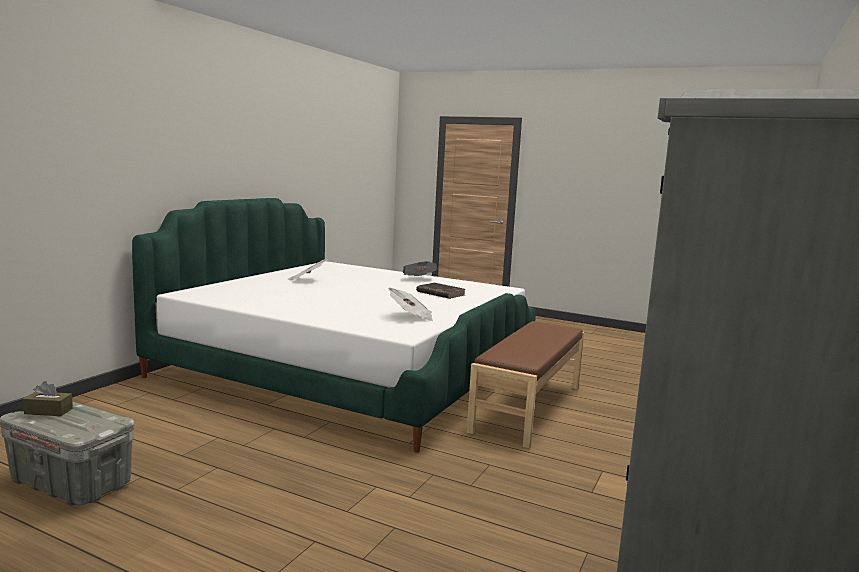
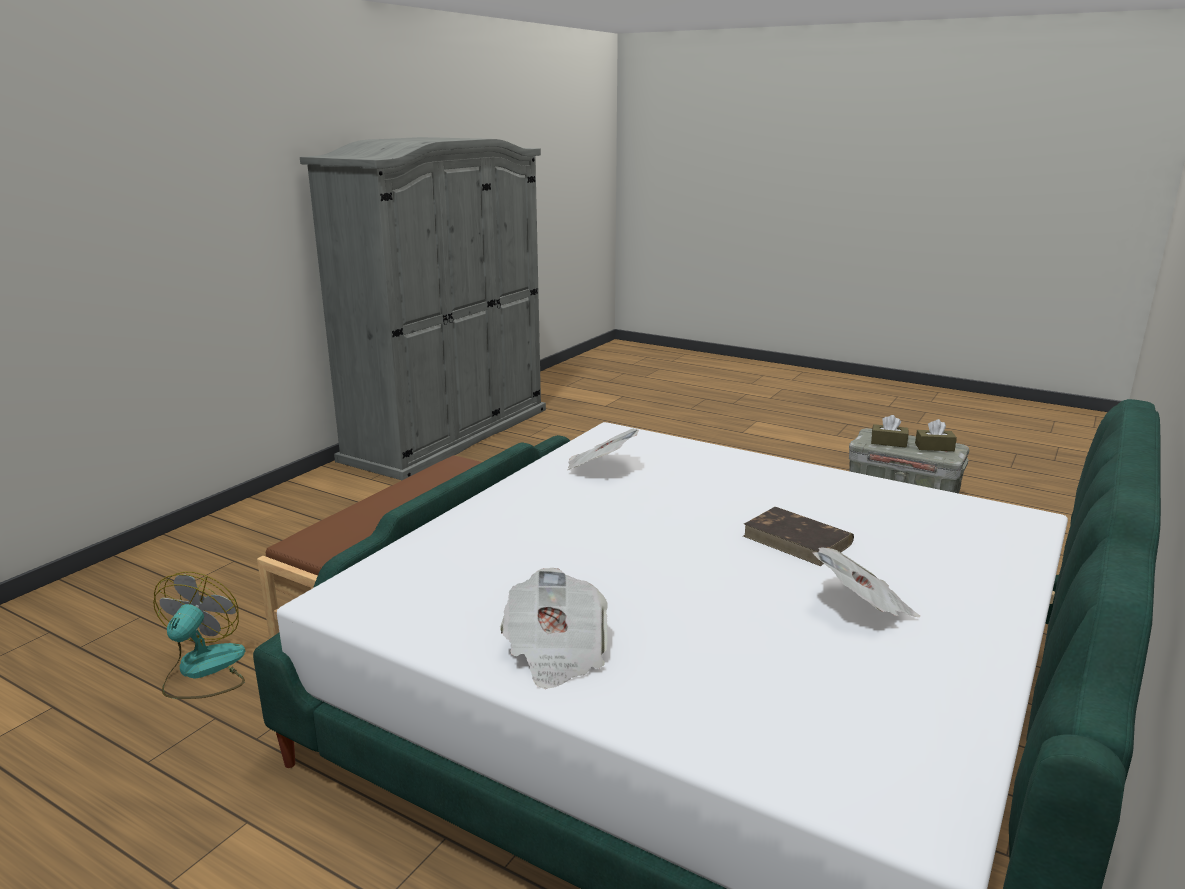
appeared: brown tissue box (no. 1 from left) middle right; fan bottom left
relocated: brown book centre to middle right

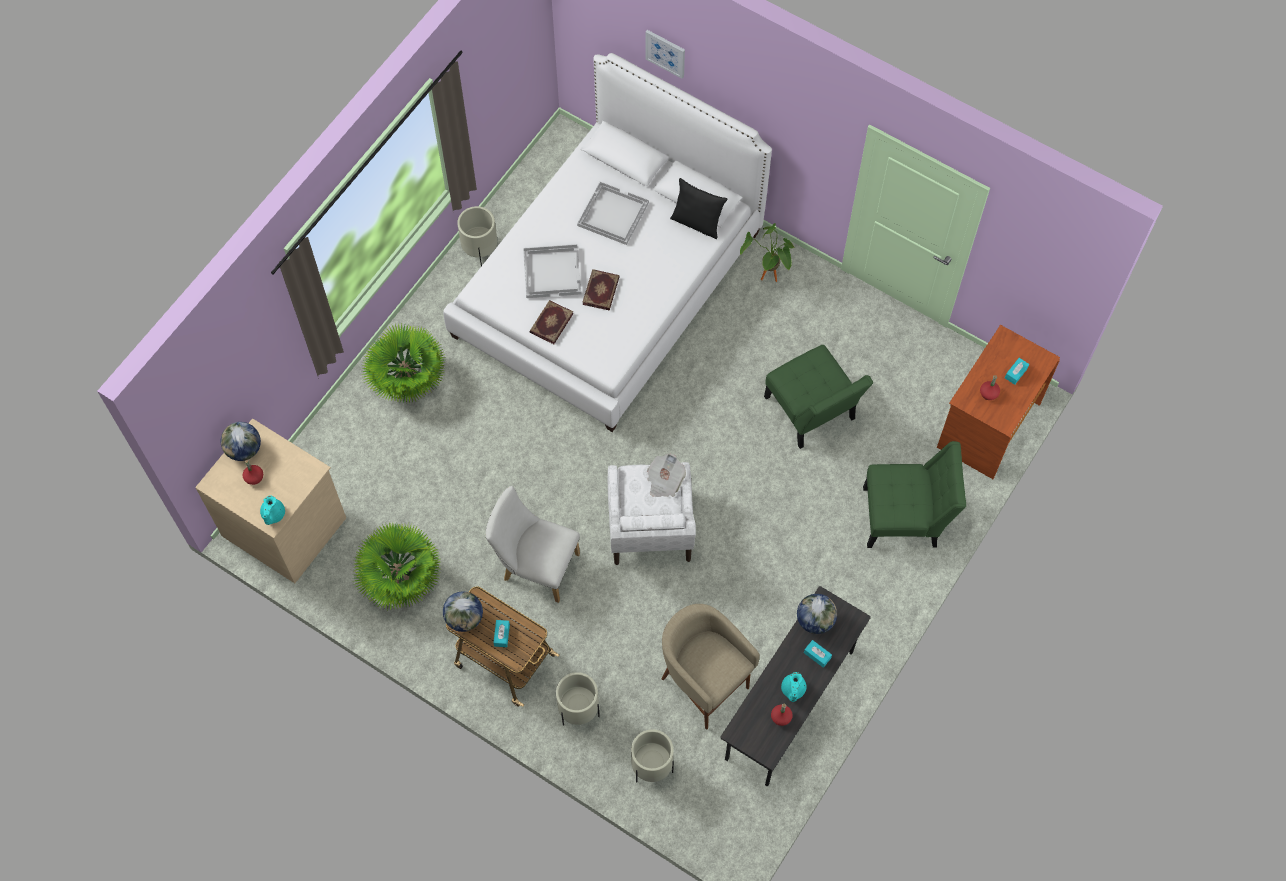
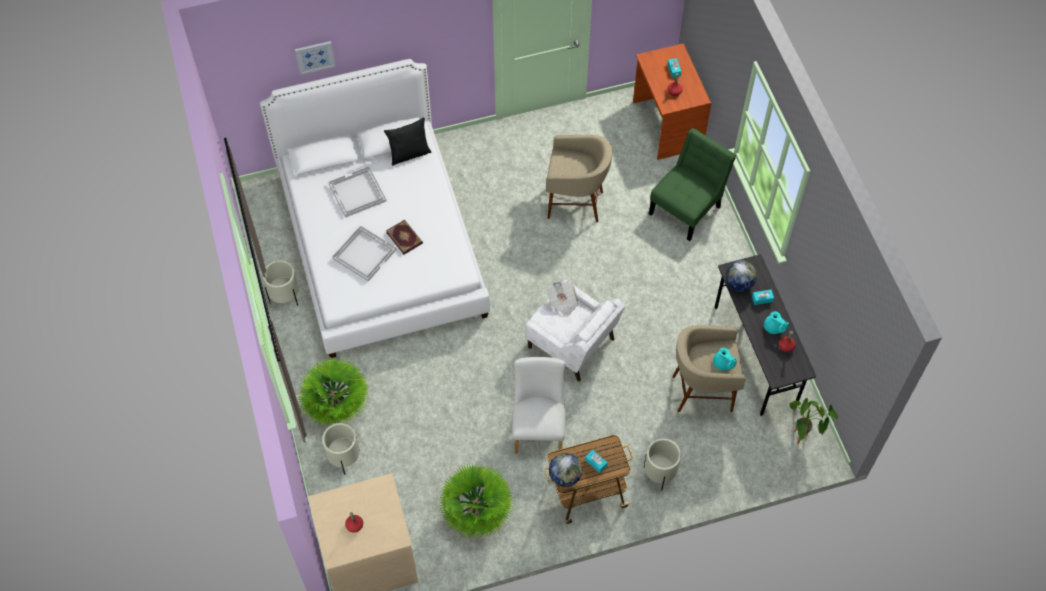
missing: book (no. 1 from left) centre; globe (no. 1 from left) middle left
relocated: potted plant (no. 3 from left) top centre to bottom right; turquoise teapot (no. 1 from left) middle left to middle right; beige planter (no. 3 from left in the first image) bottom centre to beige planter (no. 2 from left) bottom left
exchanged: green chair (no. 1 from left) centre to beige stool (no. 1 from left) top centre
spun: white chair centre = bottom centre 120 degrees clockwise

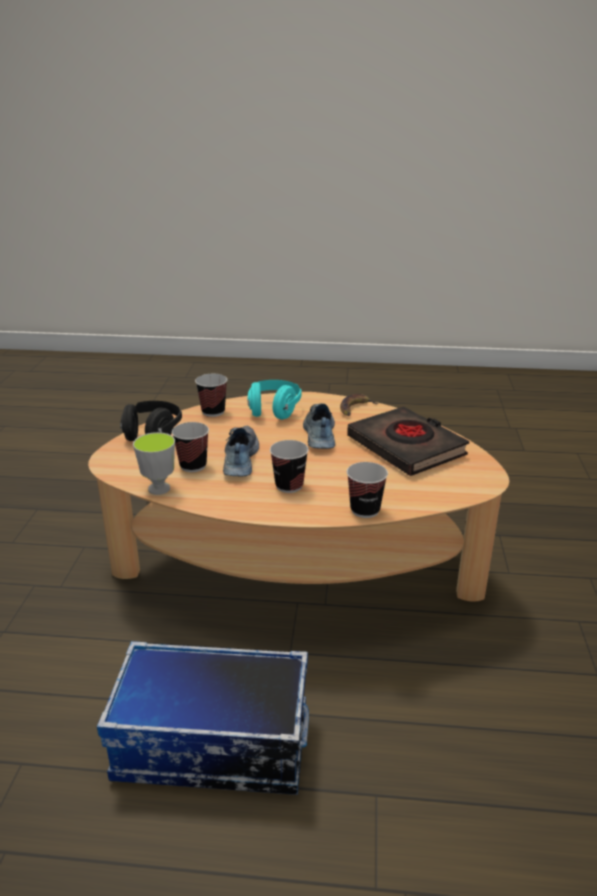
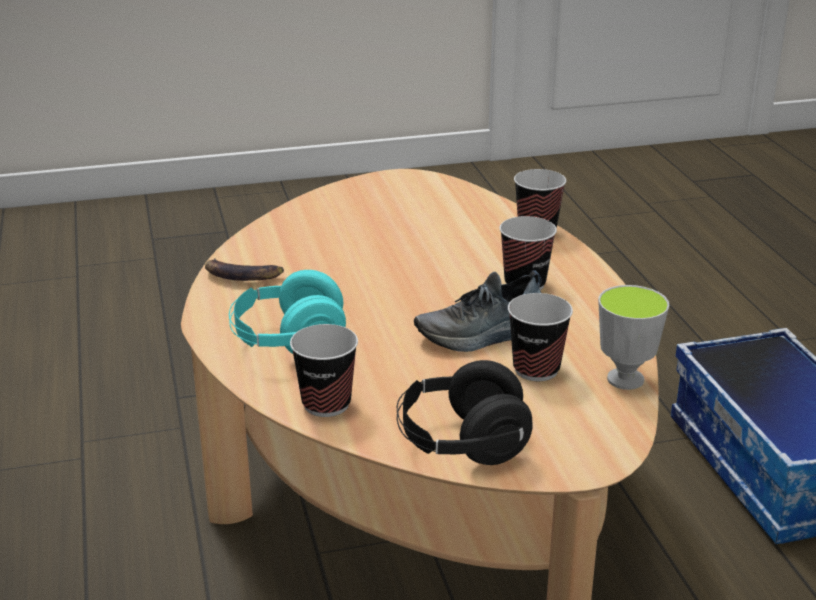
missing: shoe (no. 2 from left) centre; black book middle right

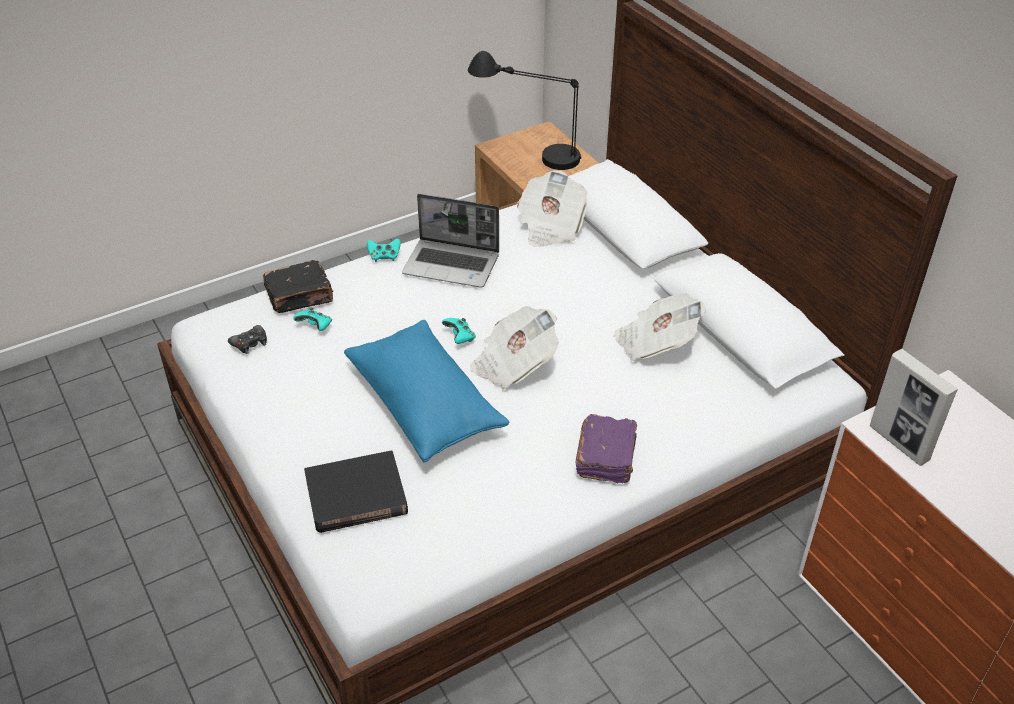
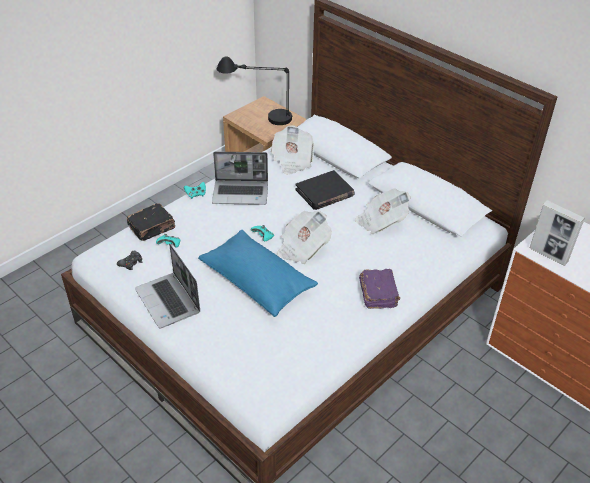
appeared: laptop (no. 1 from left) middle left
relocated: black book (no. 2 from left) bottom centre to centre

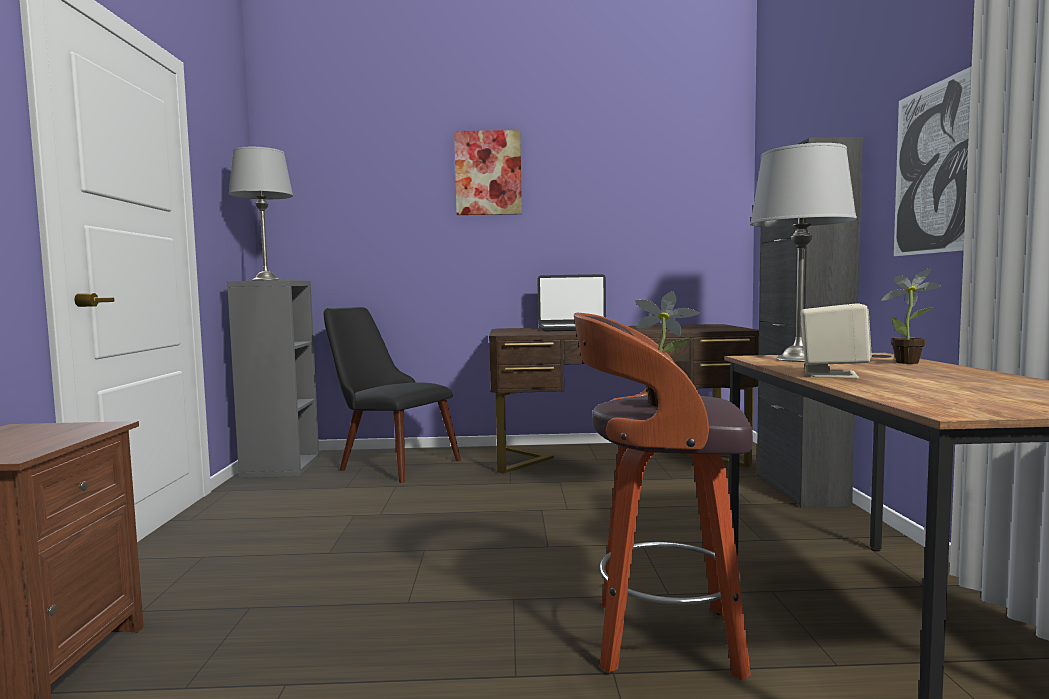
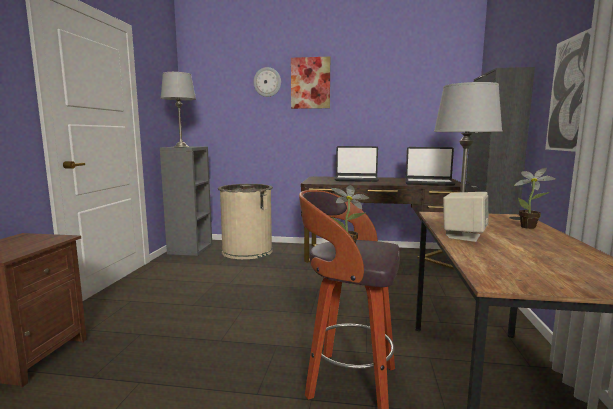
appeared: wall clock top centre; laptop (no. 2 from left) middle right
exchanged: black chair centre to beige trash can centre

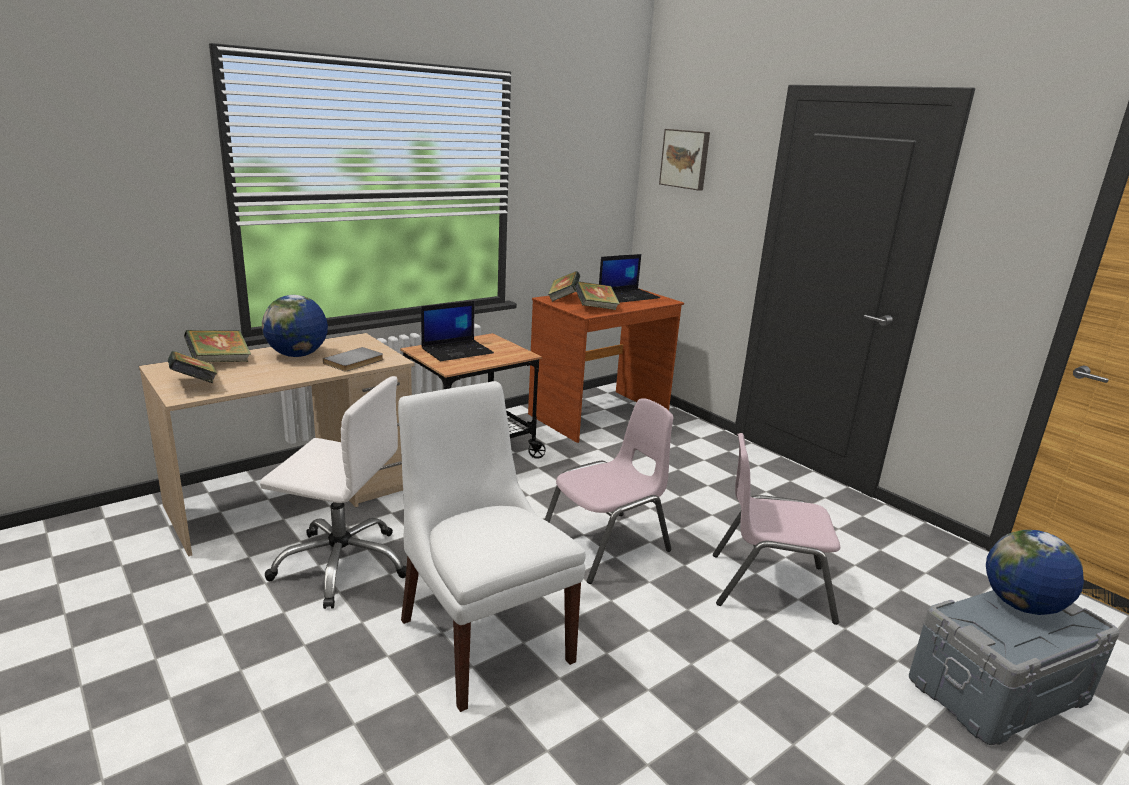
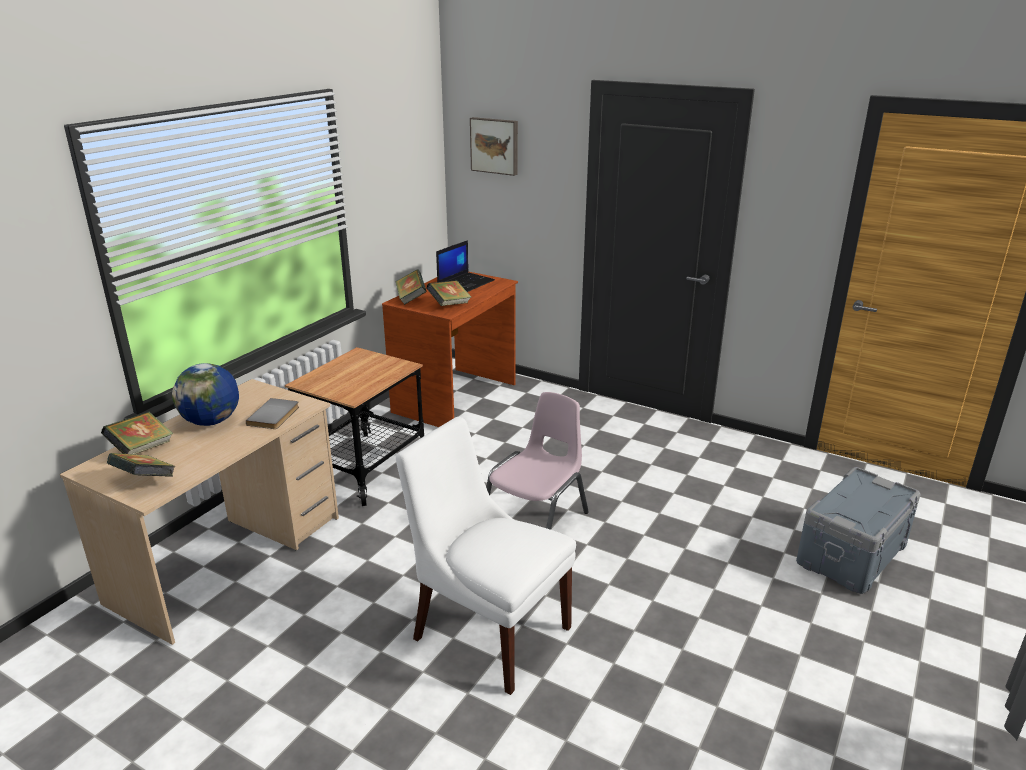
missing: laptop (no. 1 from left) centre; white office chair middle left; pink chair (no. 2 from left) bottom right; globe (no. 2 from left) bottom right

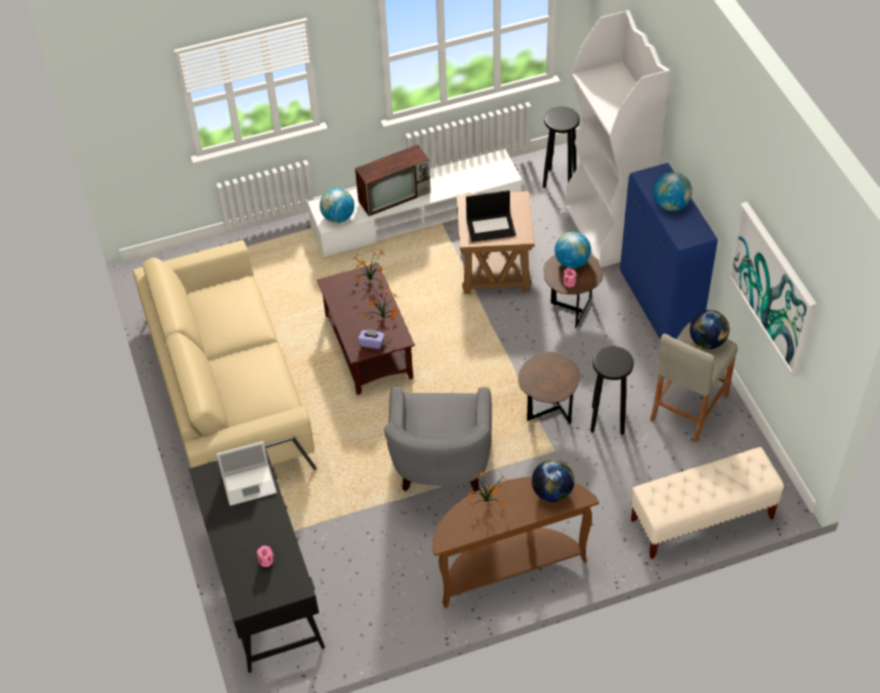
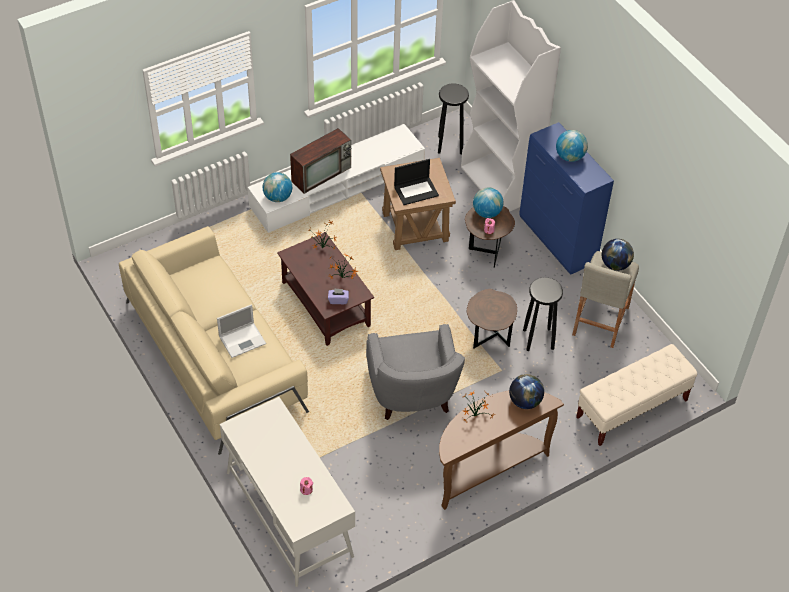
missing: picture middle right
relocated: laptop (no. 1 from left) bottom left to middle left
colour: black desk bottom left to white desk bottom centre

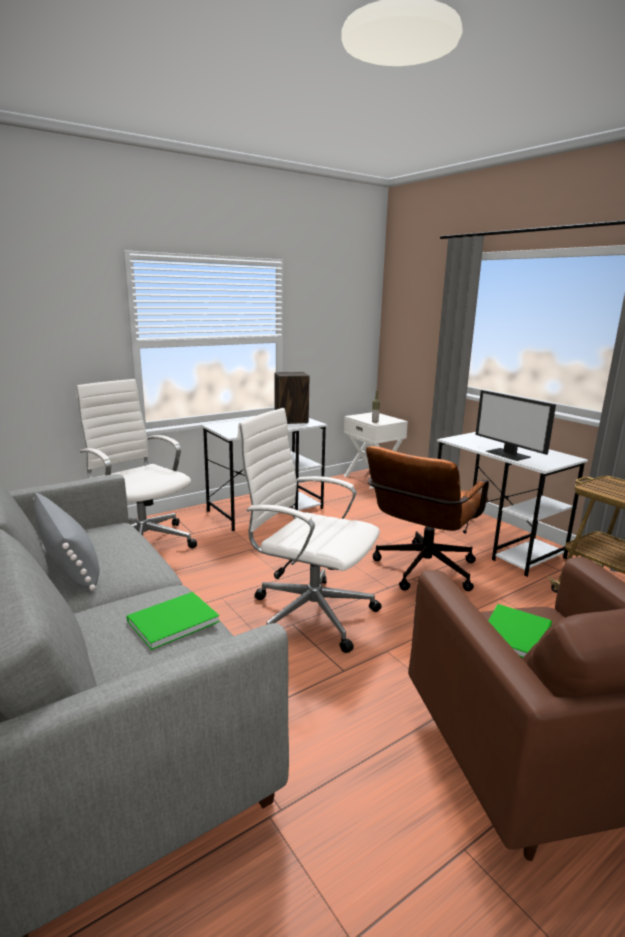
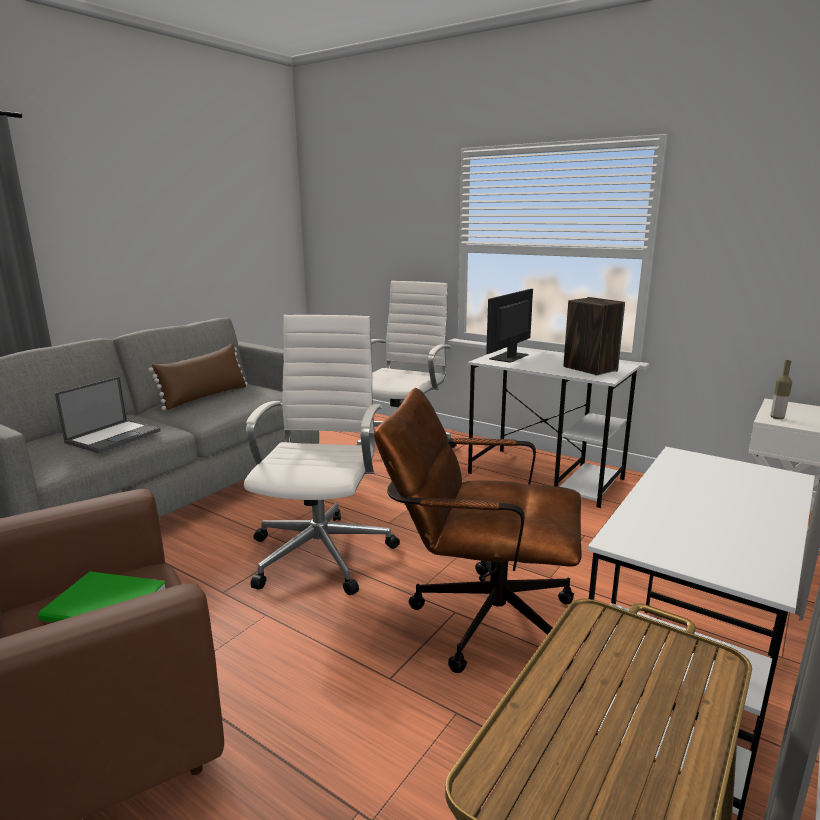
relocated: monitor middle right to centre
exchanged: green book (no. 1 from left) middle left to laptop middle left
colour: grey pillow middle left to brown pillow middle left

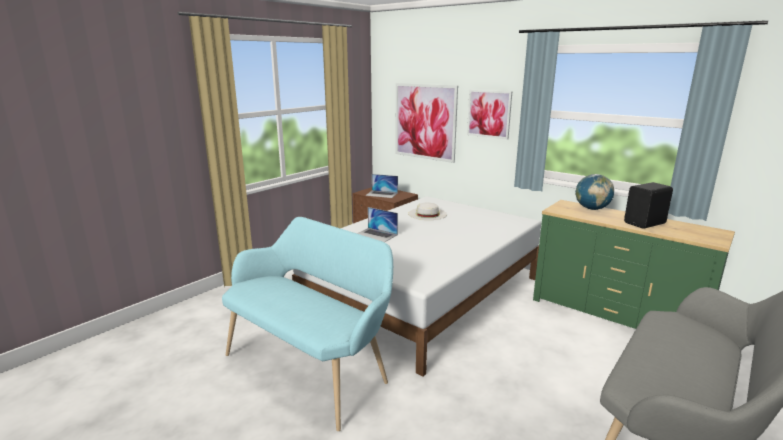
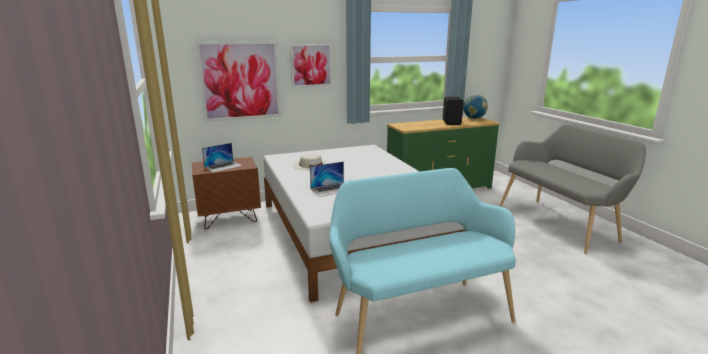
relocated: globe middle right to top right

